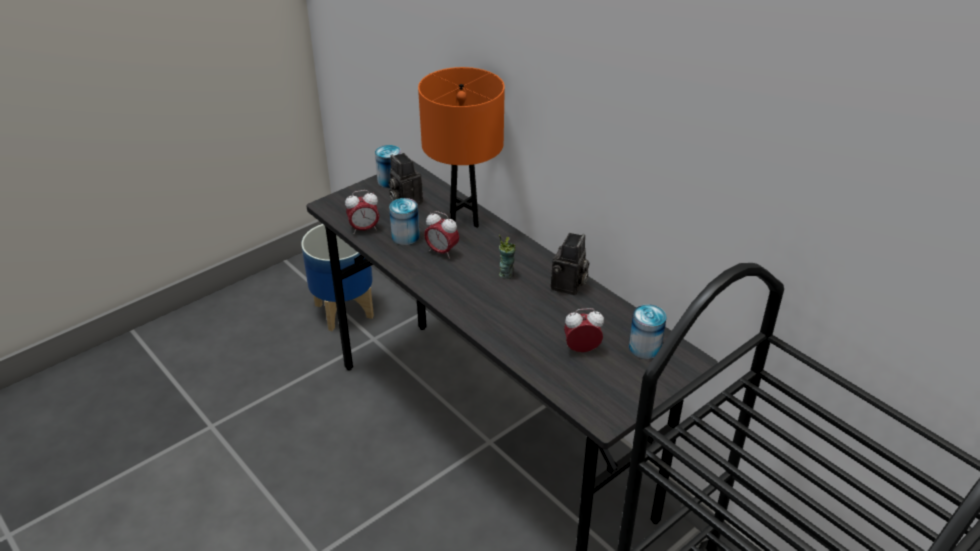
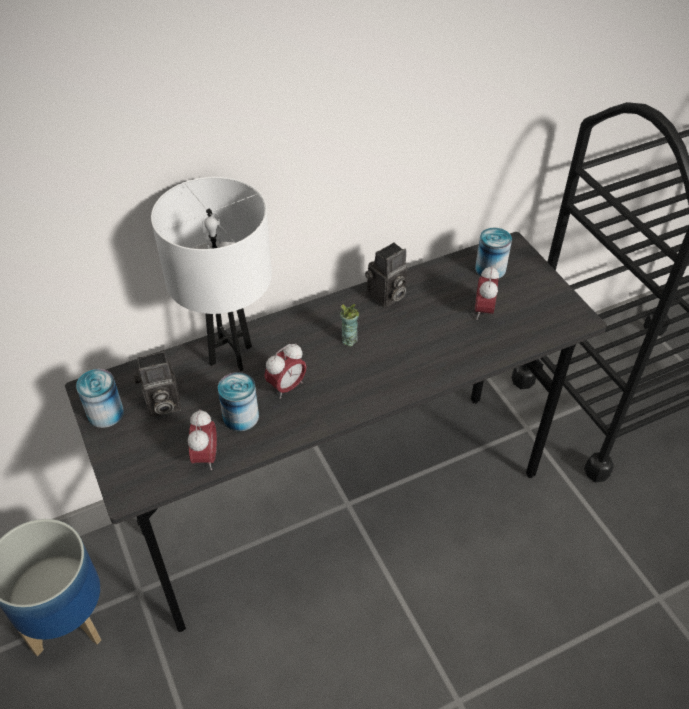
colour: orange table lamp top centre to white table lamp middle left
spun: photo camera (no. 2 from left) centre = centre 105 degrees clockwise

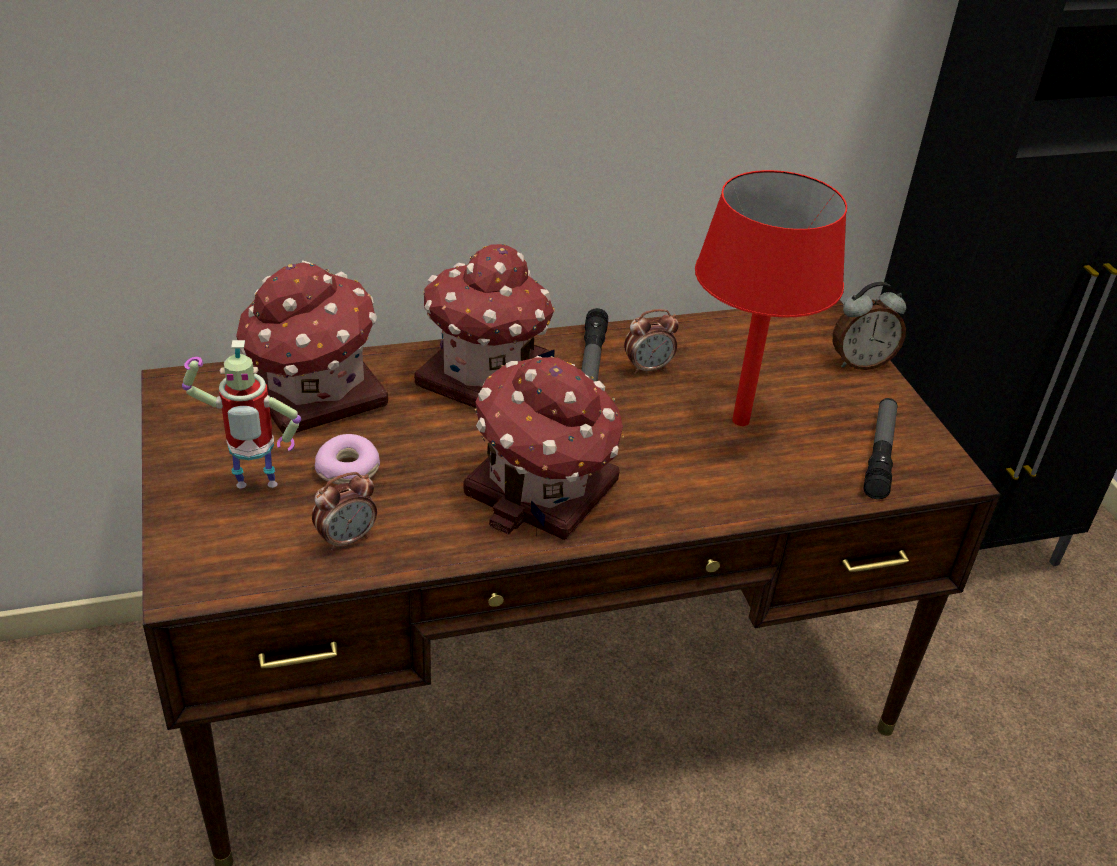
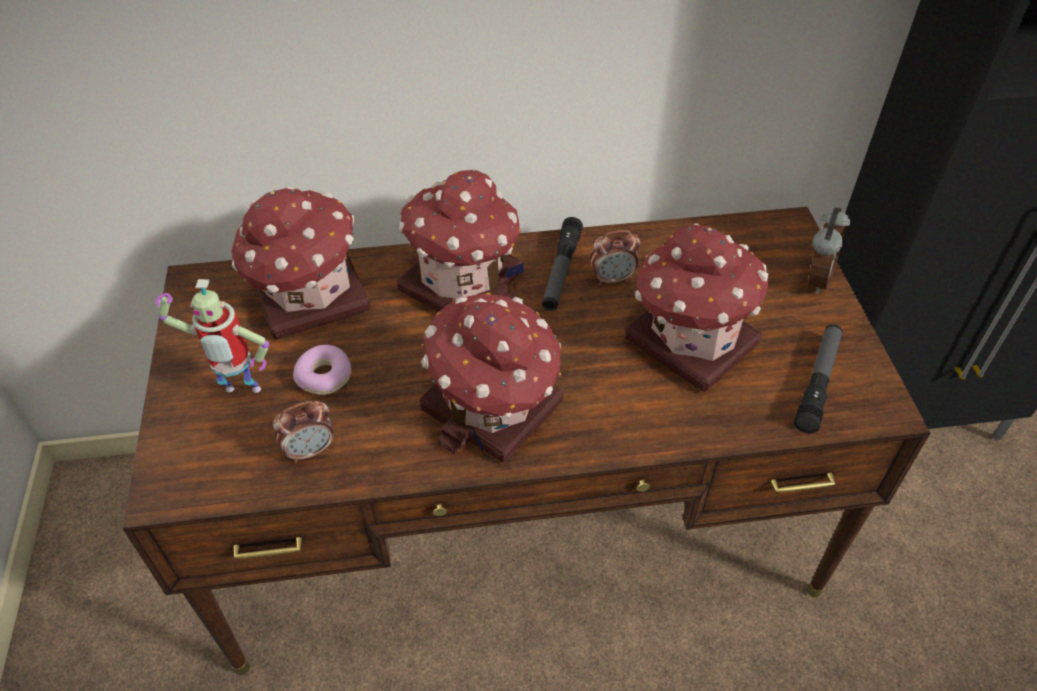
exchanged: red table lamp middle right to toy house (no. 4 from left) middle right
spun: alarm clock (no. 3 from left) middle right = middle right 60 degrees counterclockwise

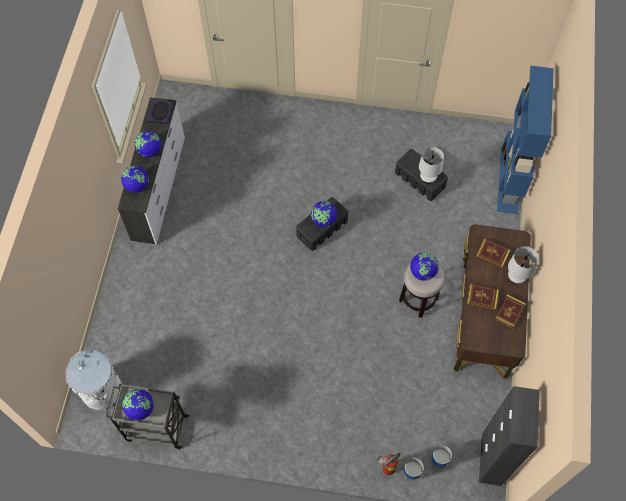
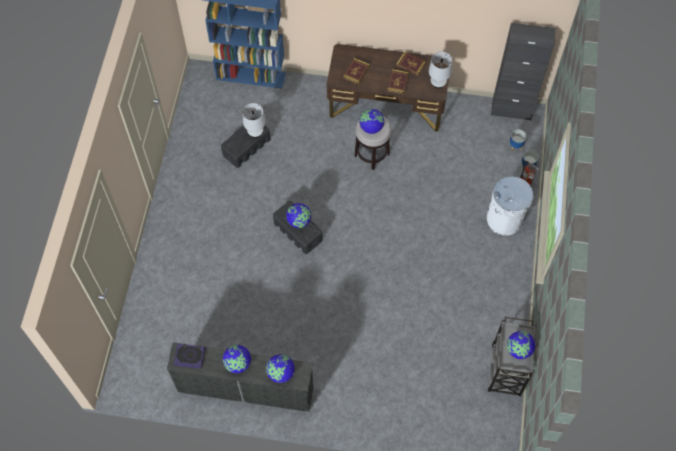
relocated: white table lamp (no. 2 from left) middle right to top centre; white trash can bottom left to middle right

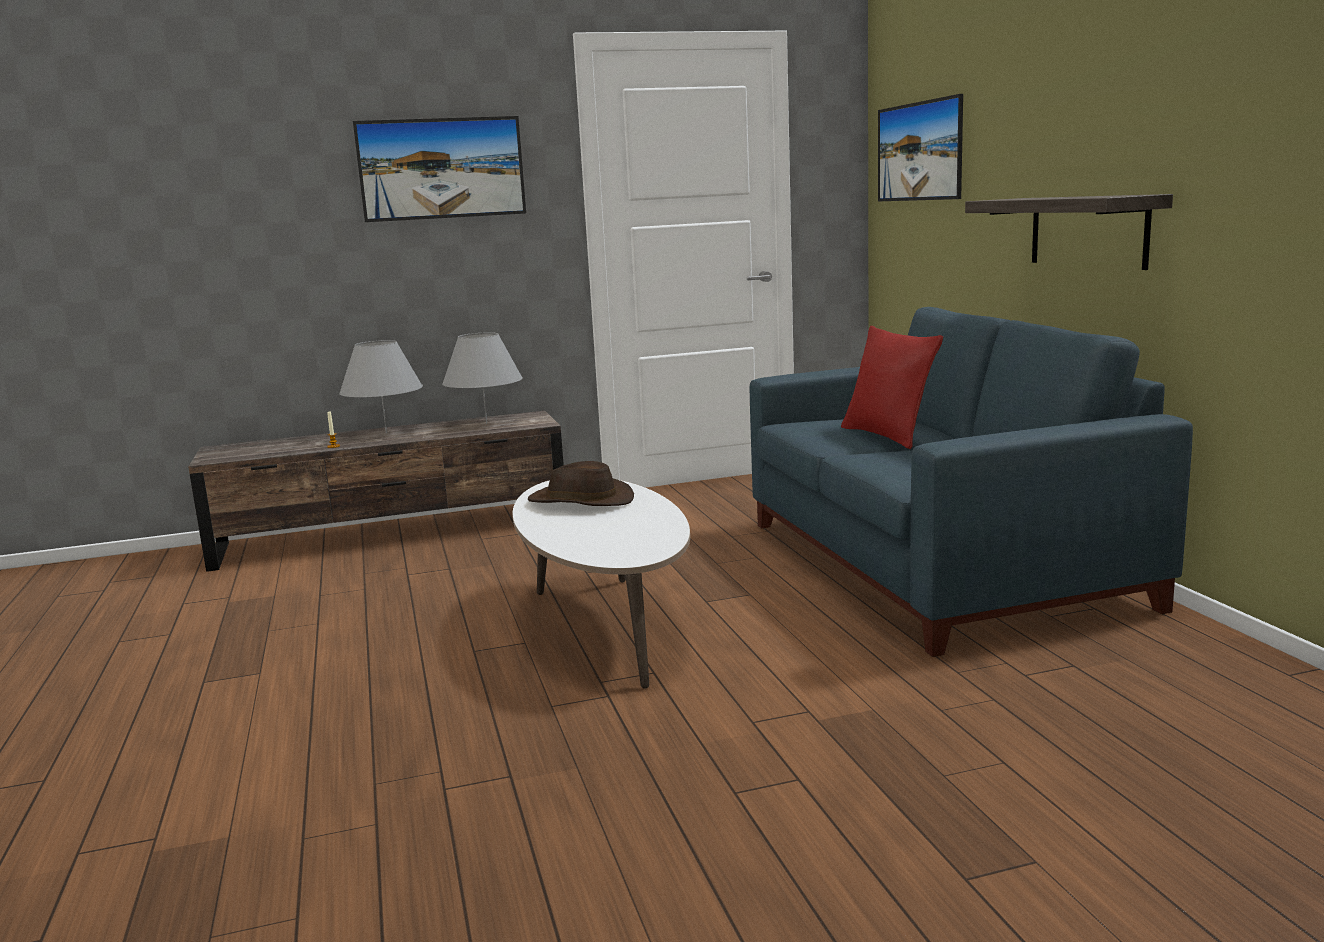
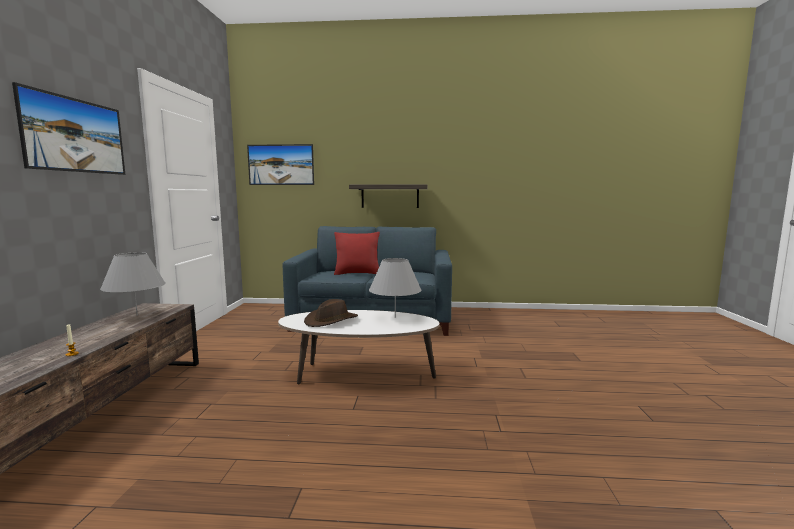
relocated: grey table lamp (no. 1 from left in the first image) middle left to grey table lamp (no. 2 from left) centre

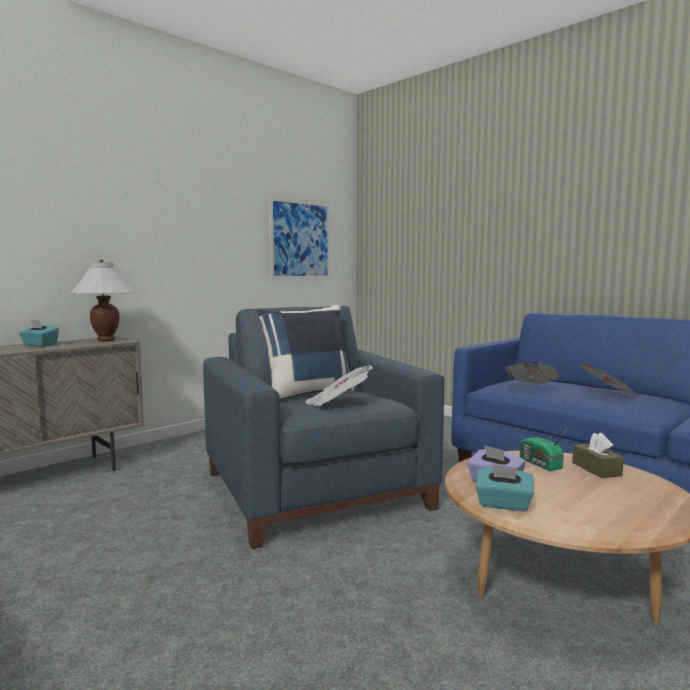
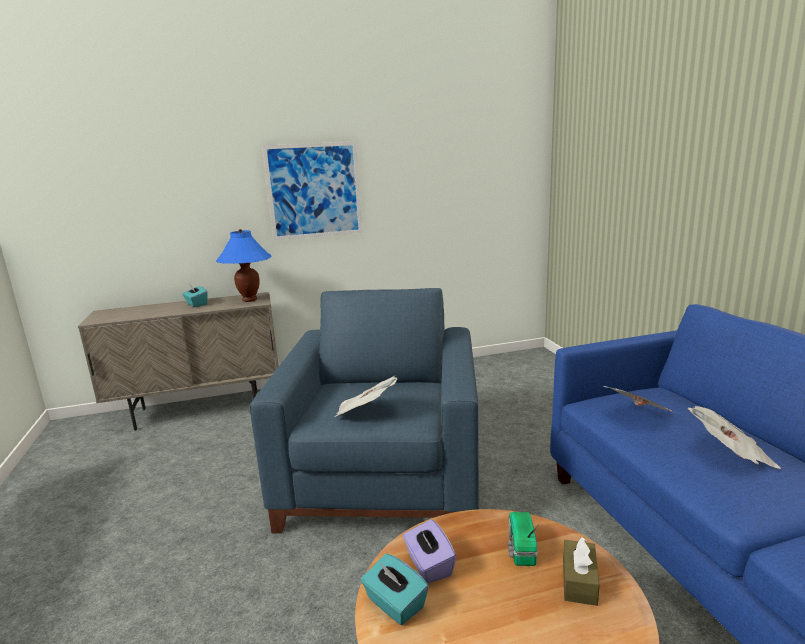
missing: blue pillow centre
relocated: picture centre to top centre
colour: white table lamp middle left to blue table lamp middle left

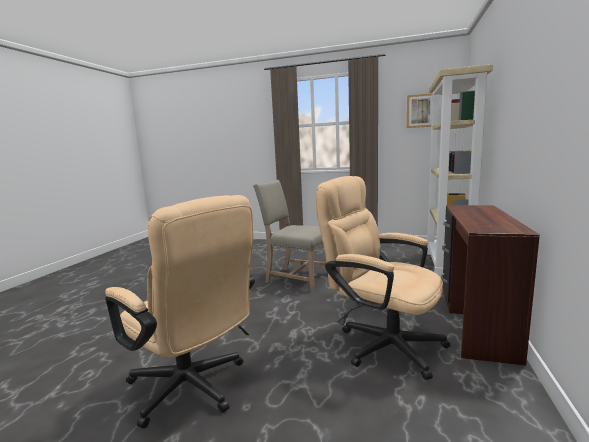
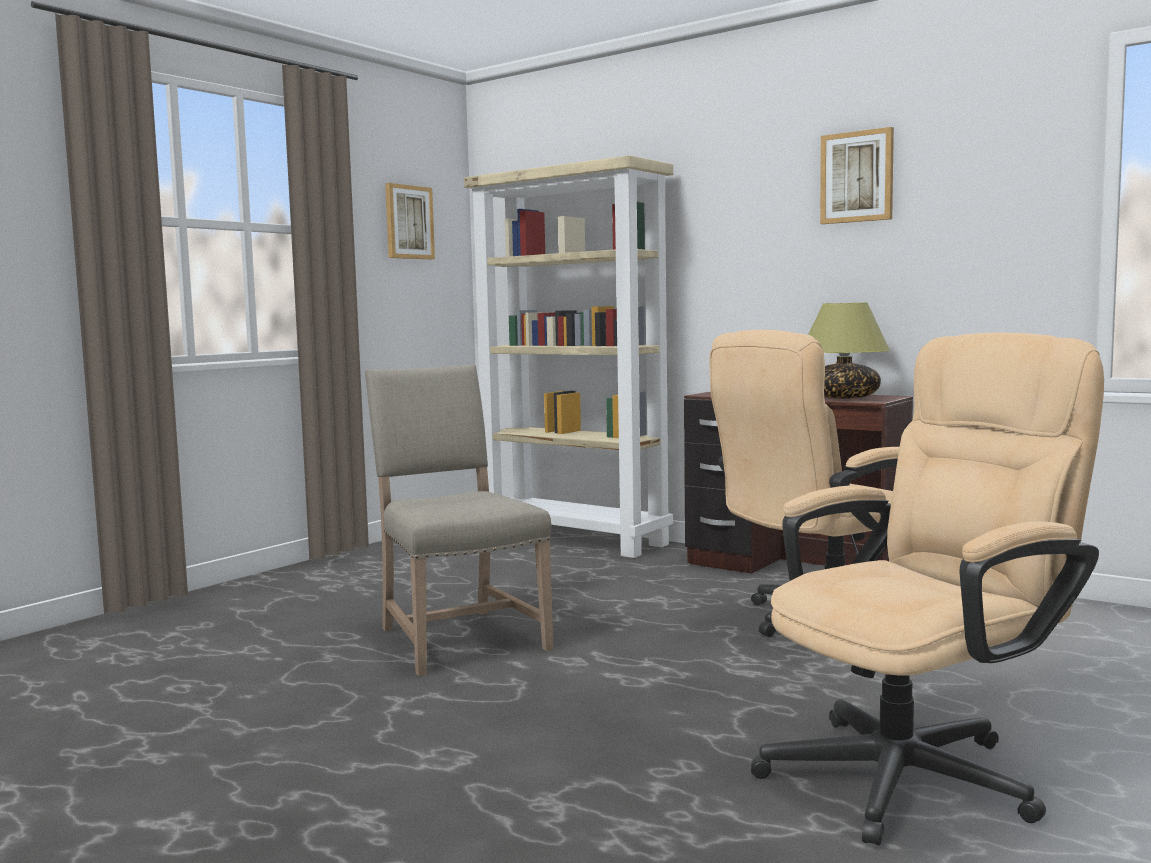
appeared: picture (no. 2 from left) top right; table lamp middle right
spun: beige chair centre = centre 105 degrees clockwise

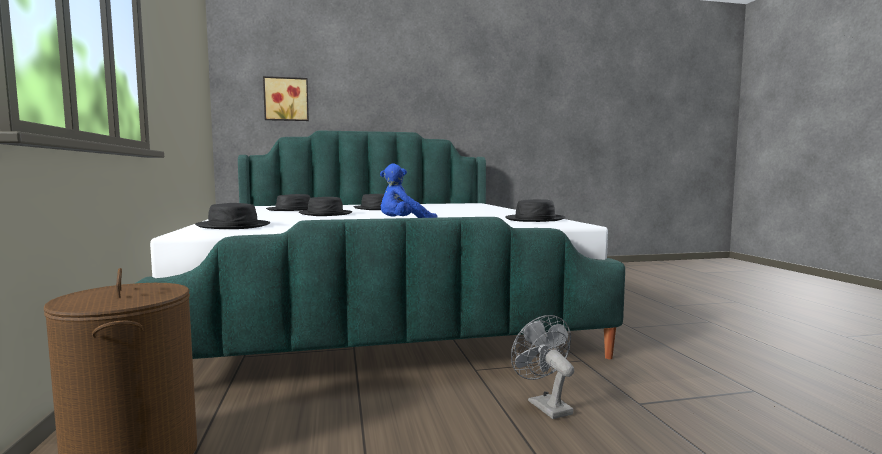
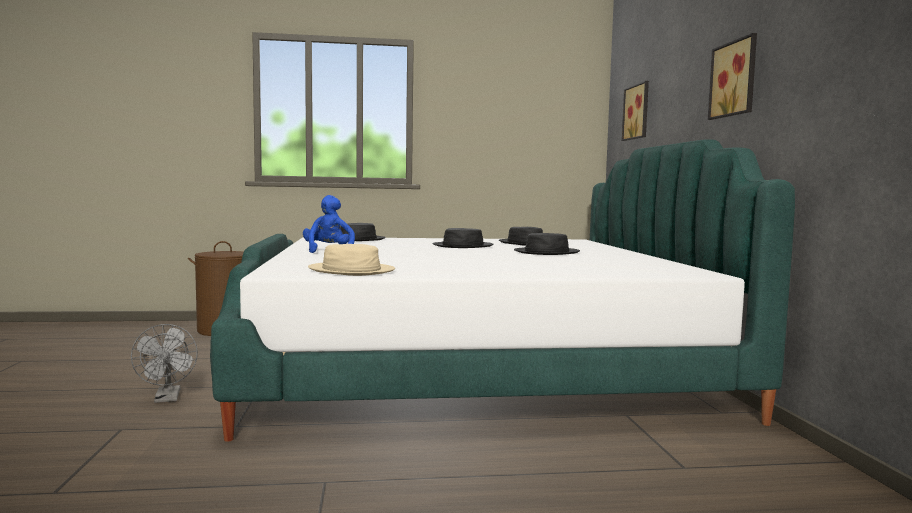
appeared: picture (no. 2 from left) top right
colour: black hat (no. 5 from left) centre to beige hat centre
spun: grey fan bottom centre = bottom left 90 degrees clockwise

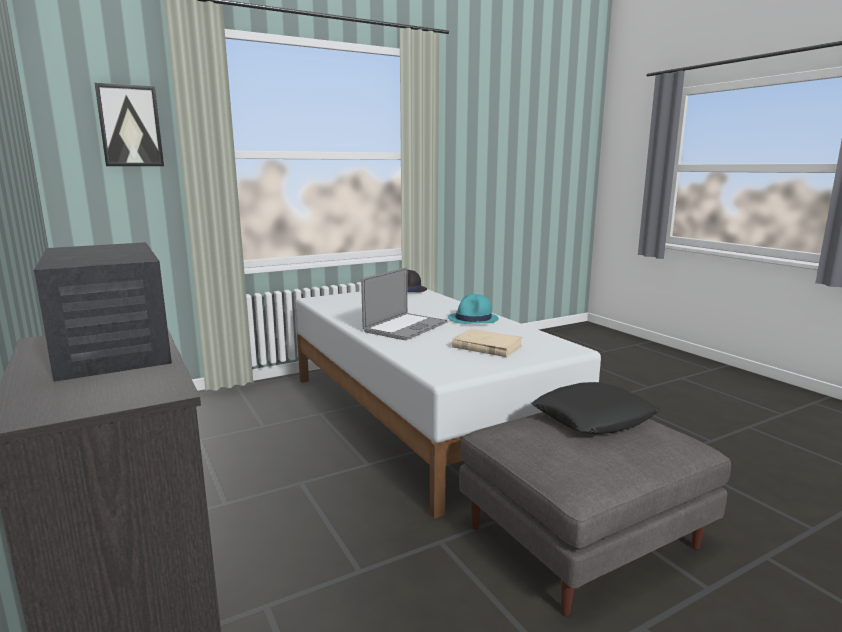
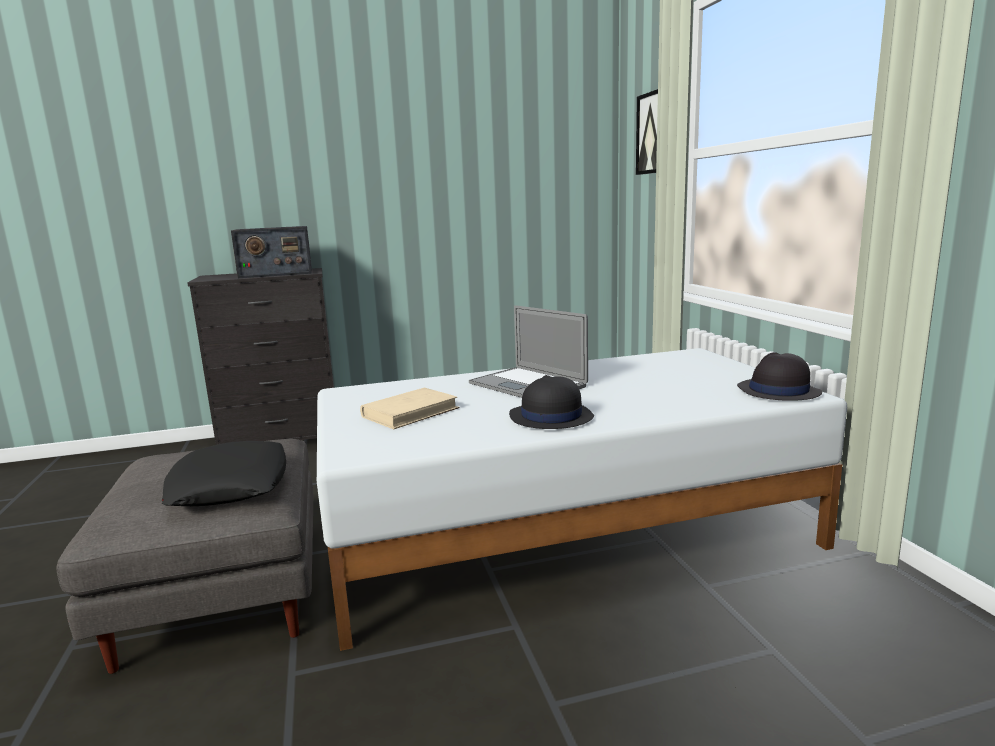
colour: turquoise hat centre to black hat (no. 1 from left) centre

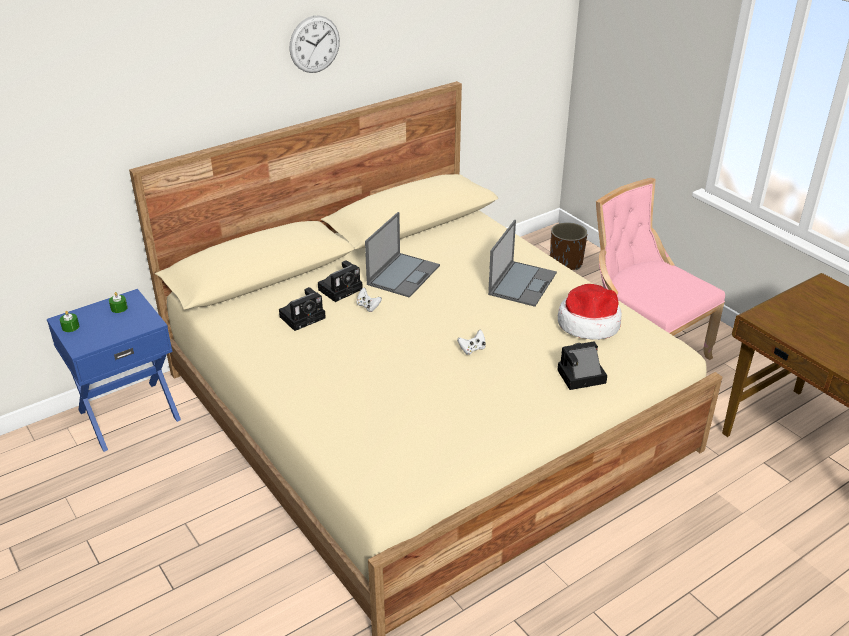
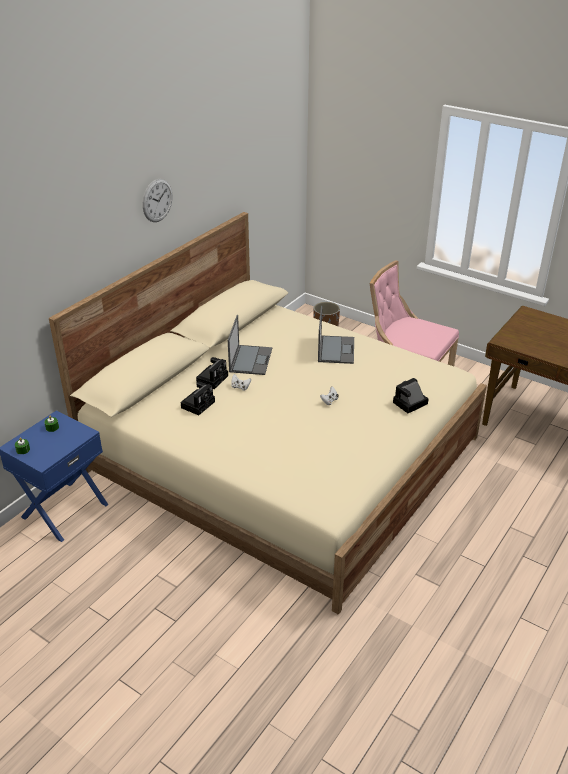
missing: hat middle right

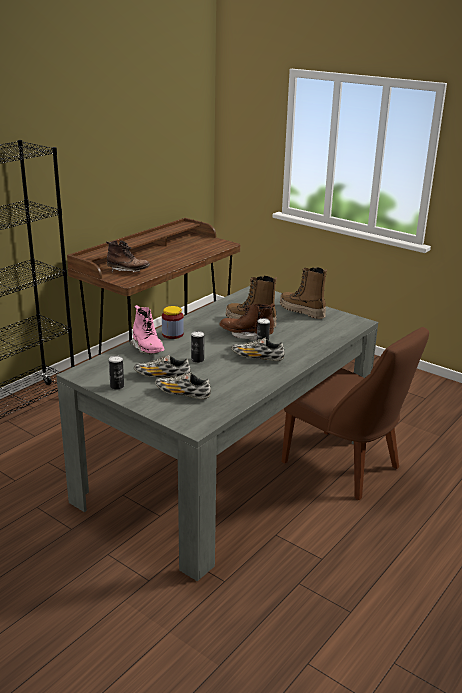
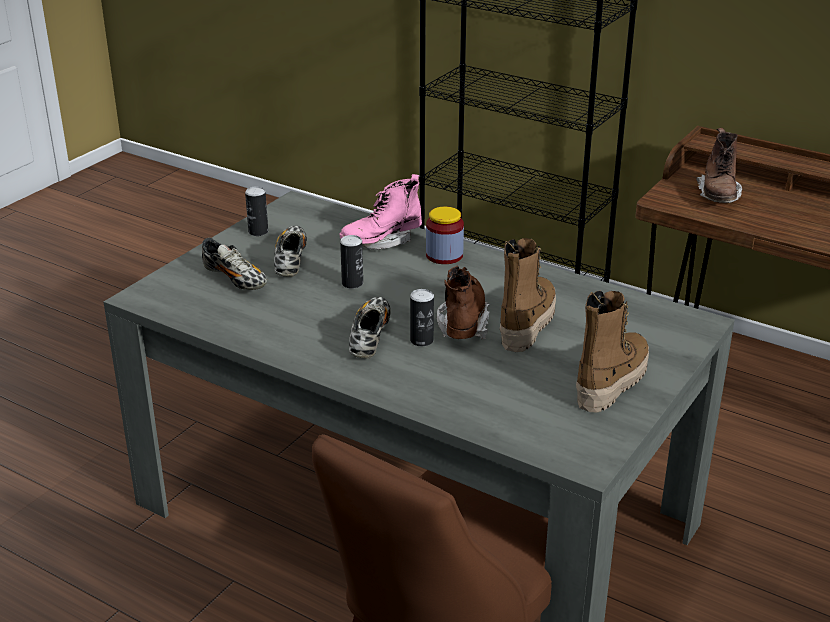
spun: shoe (no. 2 from left in the first image) centre = middle left 120 degrees clockwise

